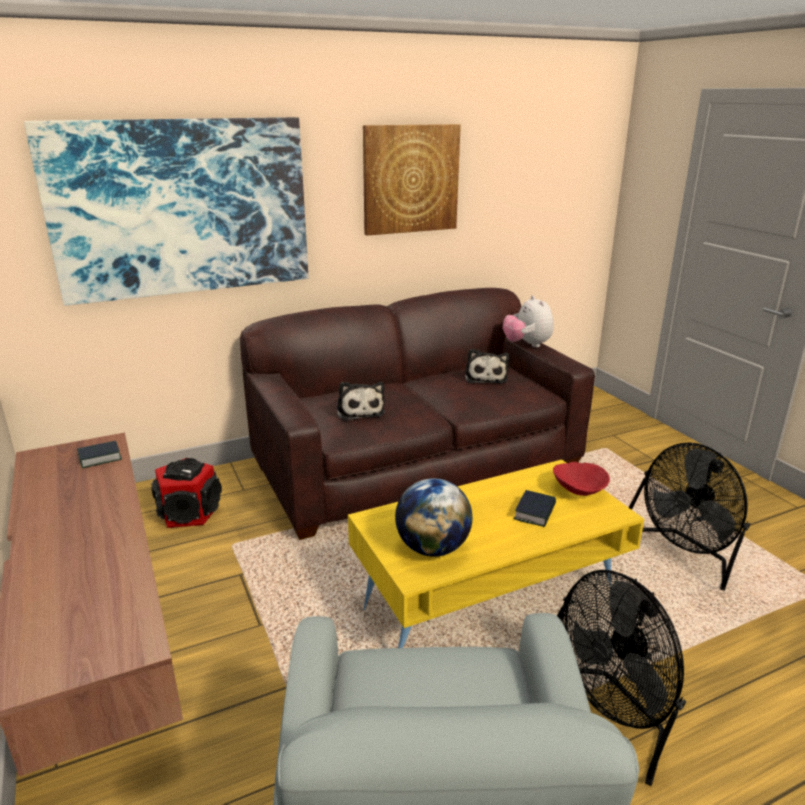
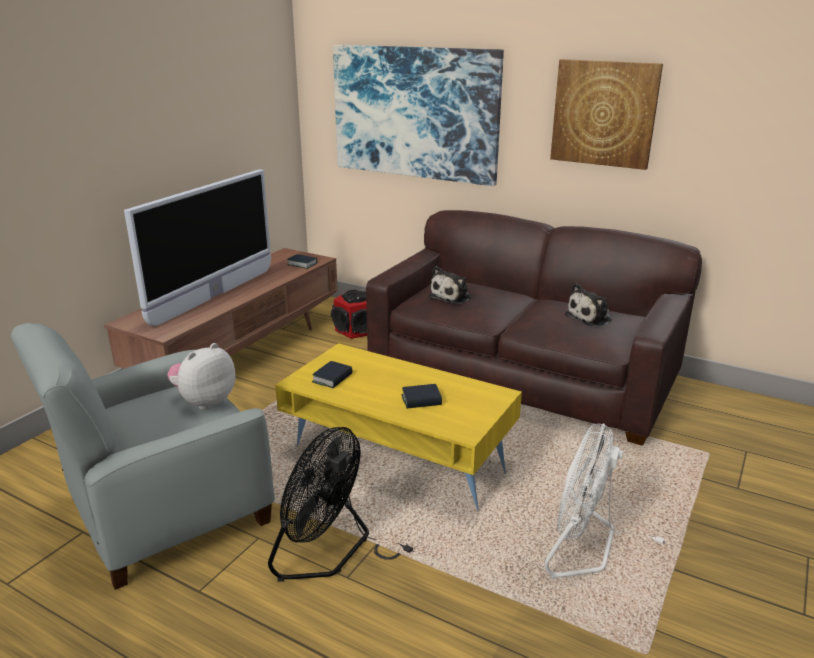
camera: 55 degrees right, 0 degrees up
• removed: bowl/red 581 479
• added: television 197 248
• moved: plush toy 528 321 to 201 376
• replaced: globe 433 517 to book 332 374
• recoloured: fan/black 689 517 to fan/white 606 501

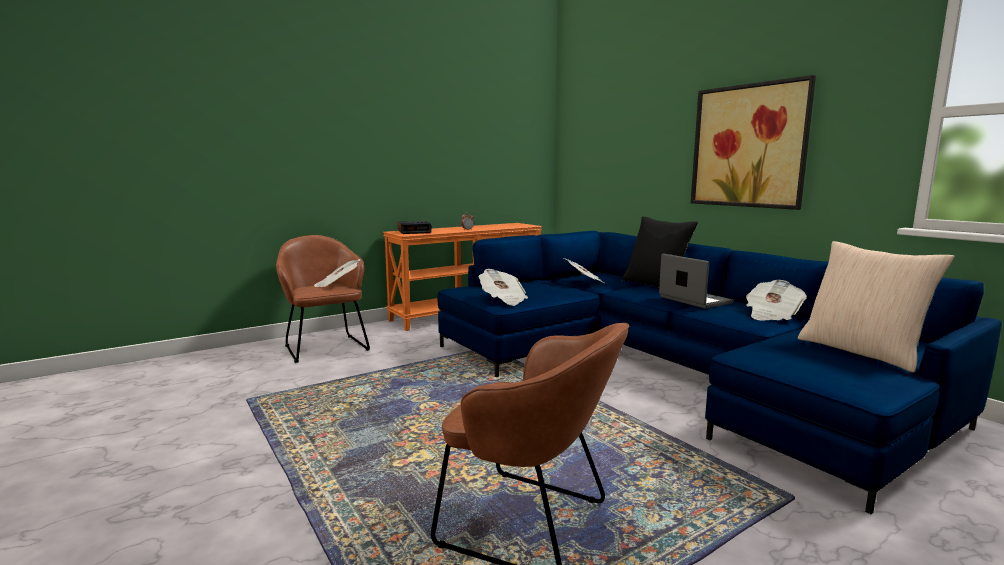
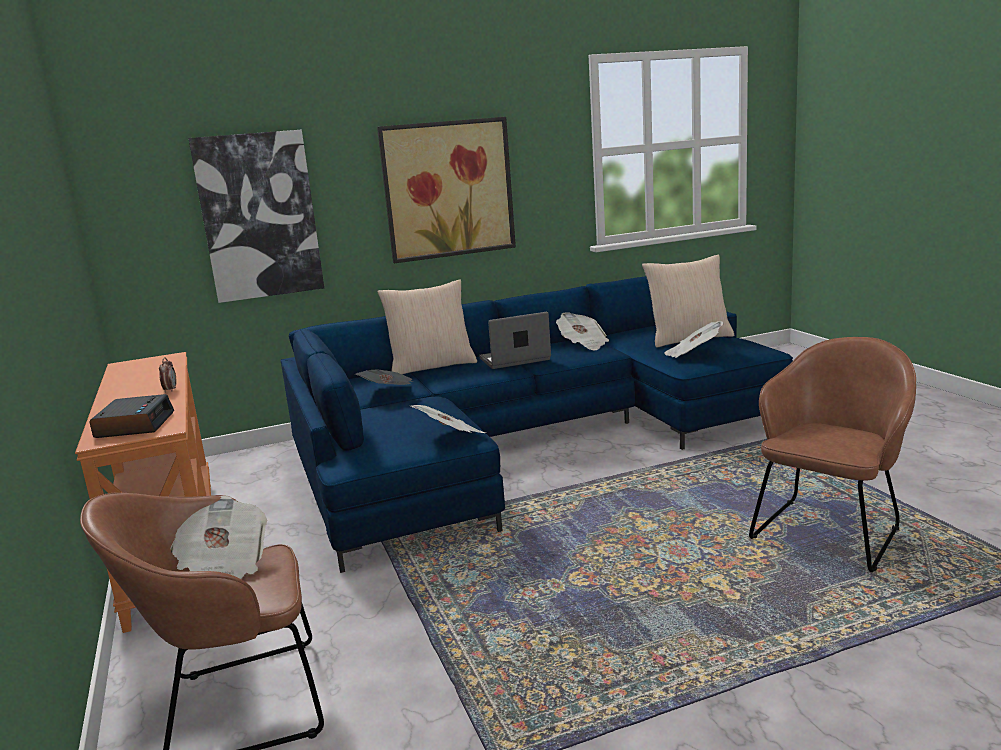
camera: 75 degrees left, 5 degrees up
• added: picture 256 216
• added: newspaper 694 339
• recoloured: pillow/black 660 251 to pillow/beige 427 327

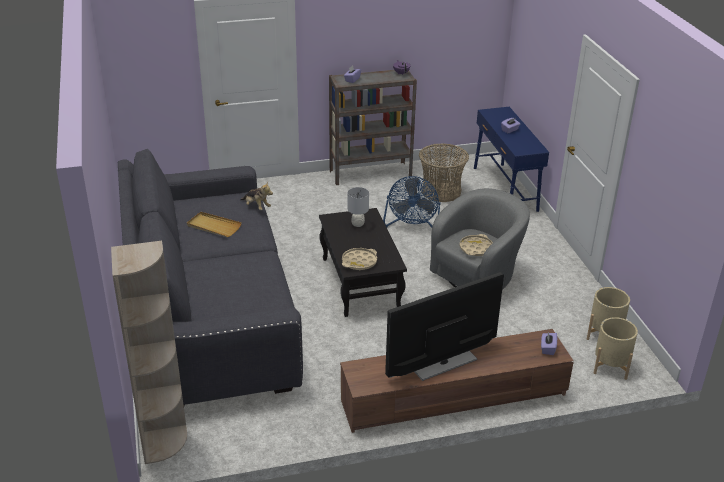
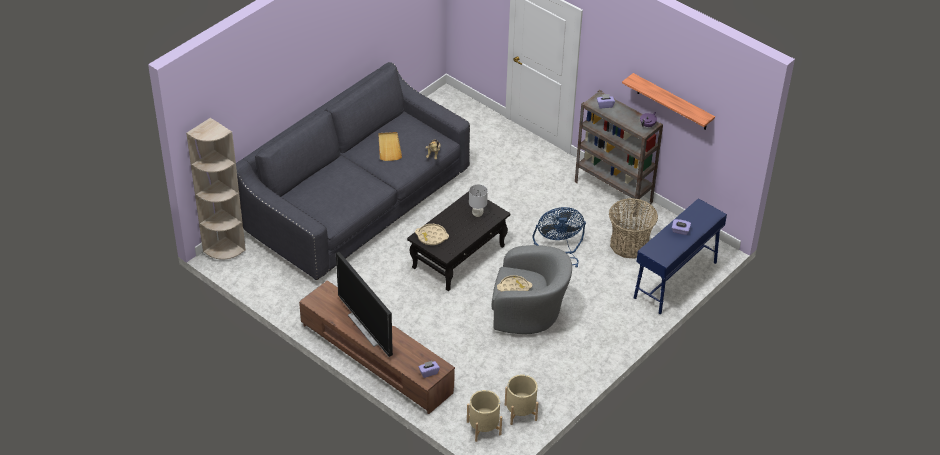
camera: 55 degrees right, 10 degrees up
• added: shelf 668 101
• turned: fan/blue 412 202 = 559 237 105 degrees clockwise
• turned: television 444 326 = 364 304 150 degrees counterclockwise

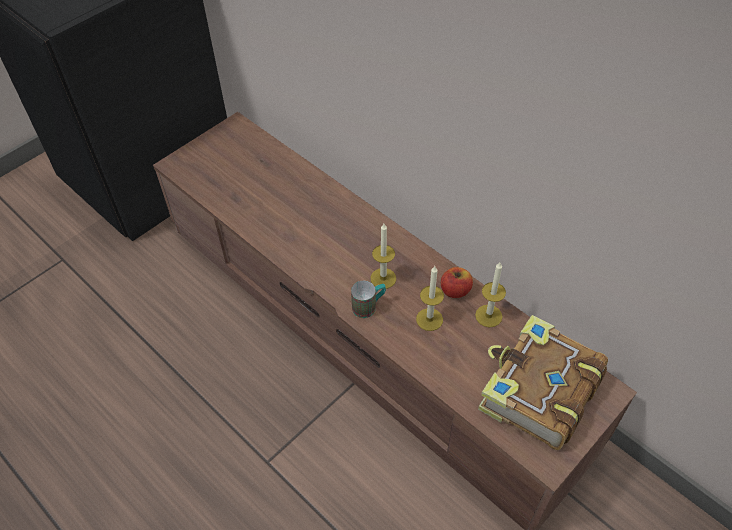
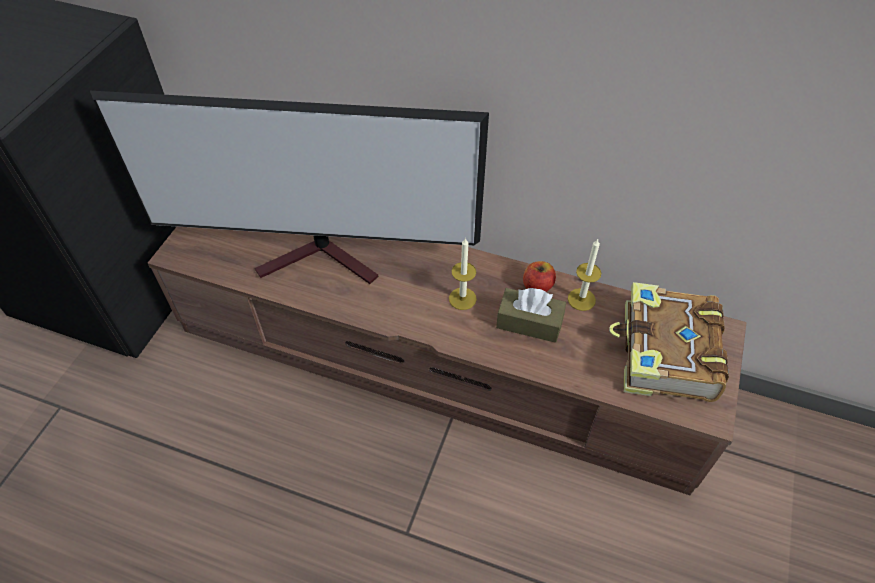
camera: 25 degrees left, 0 degrees up
• removed: mug 368 299
• added: television 289 187
• replaced: candle 430 298 to tissue box/brown 531 315

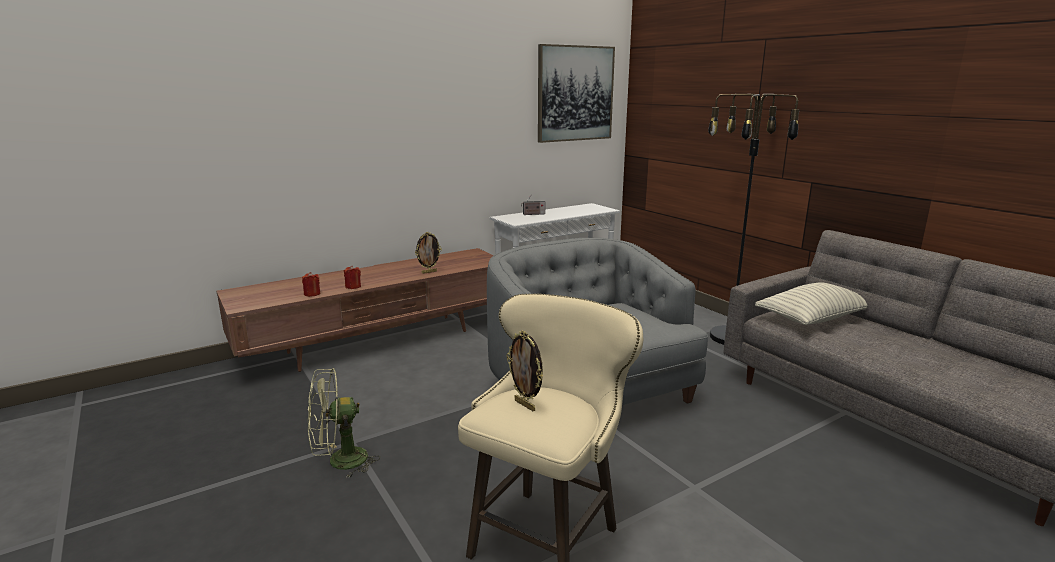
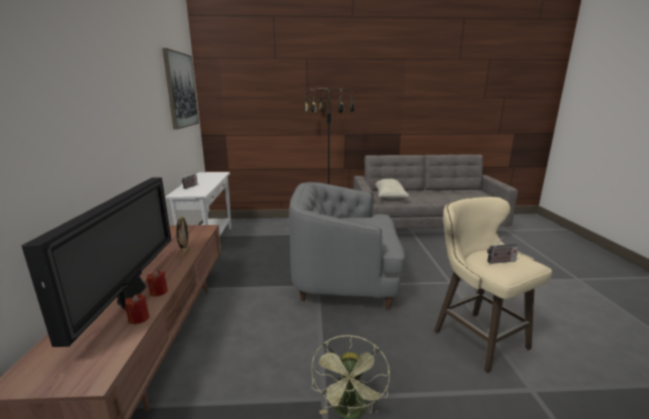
camera: 60 degrees left, 0 degrees up
• added: television 96 262
• replaced: picture frame 525 371 to radio 503 251

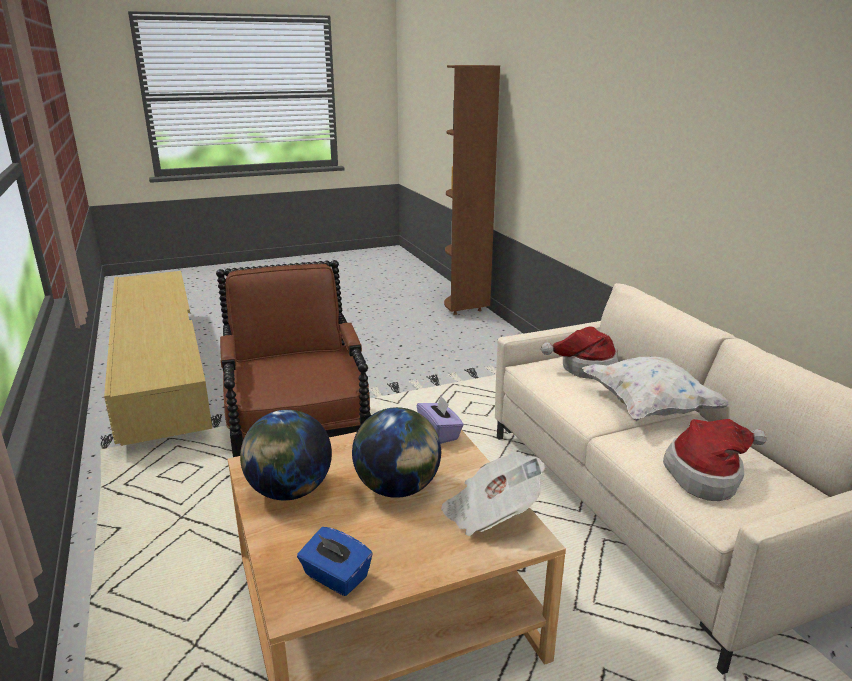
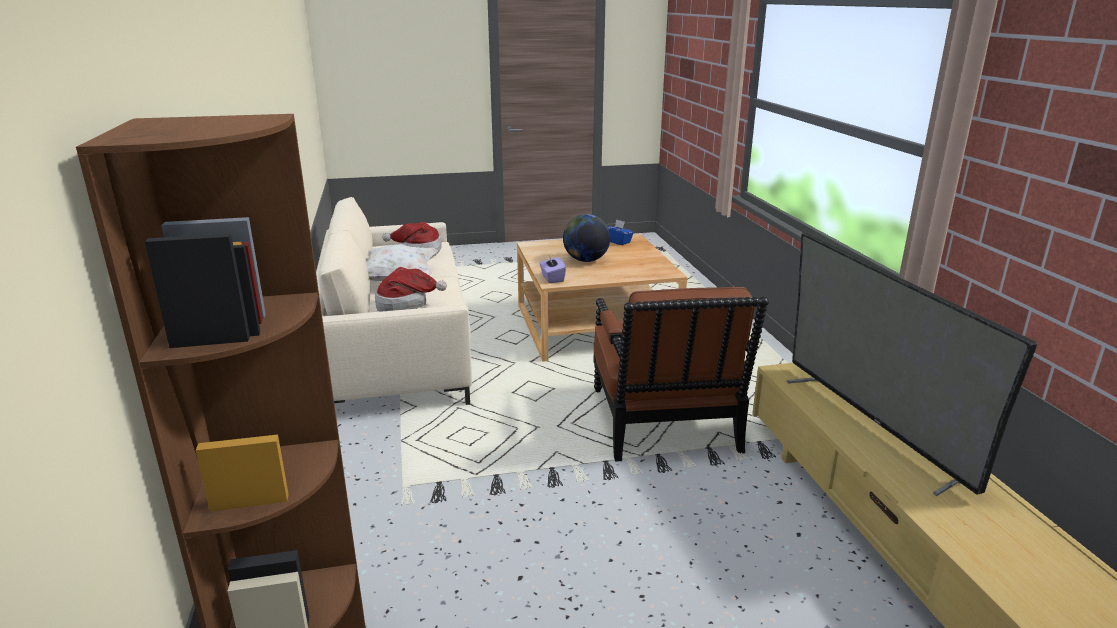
camera: 170 degrees left, 0 degrees up
• removed: globe 286 455
• removed: newspaper 493 494
• added: television 912 364

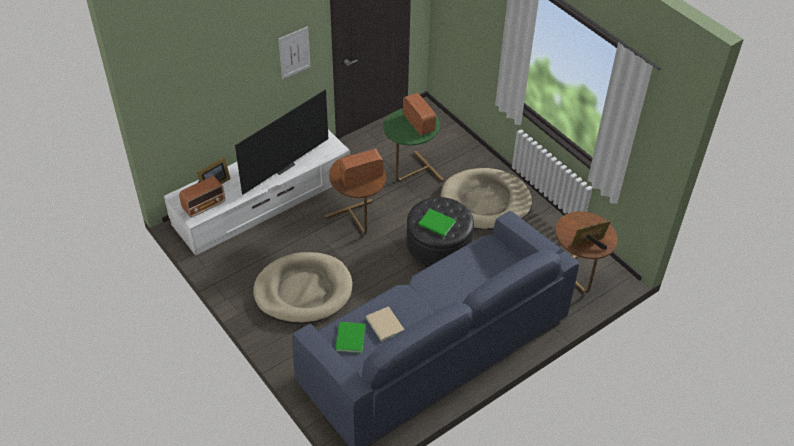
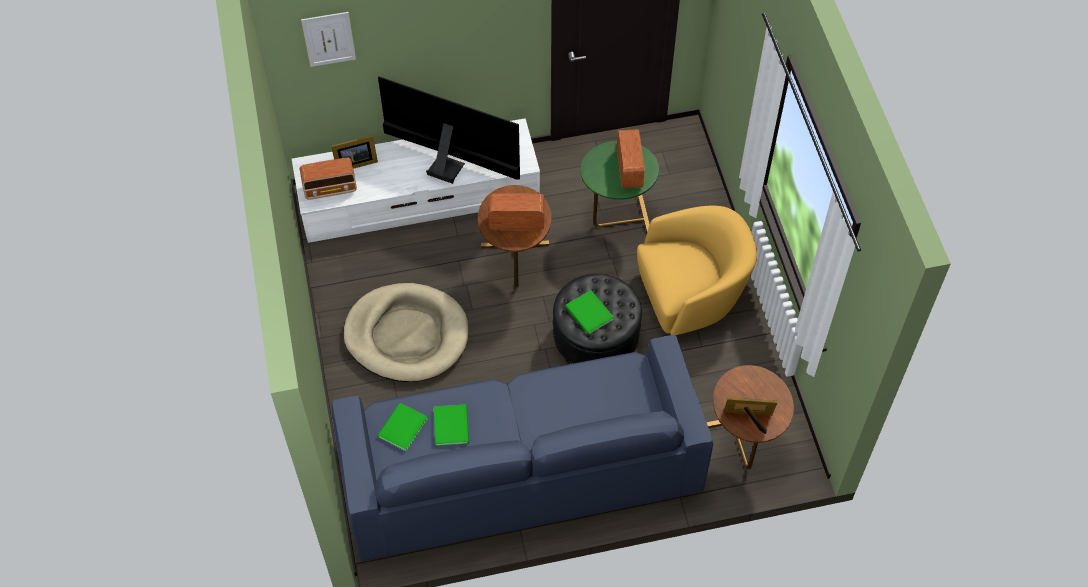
camera: 25 degrees right, 10 degrees up
• moved: picture 294 52 to 328 39
• replaced: dog bed/beige 486 199 to armchair/yellow 697 270
• recoloured: book/beige 385 324 to book/green 451 425
• turned: television 281 142 = 449 130 135 degrees counterclockwise

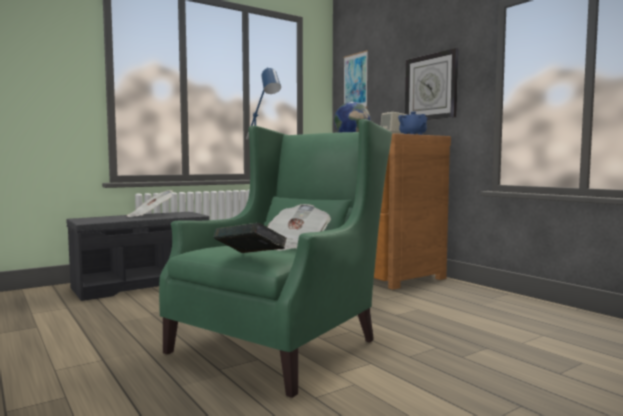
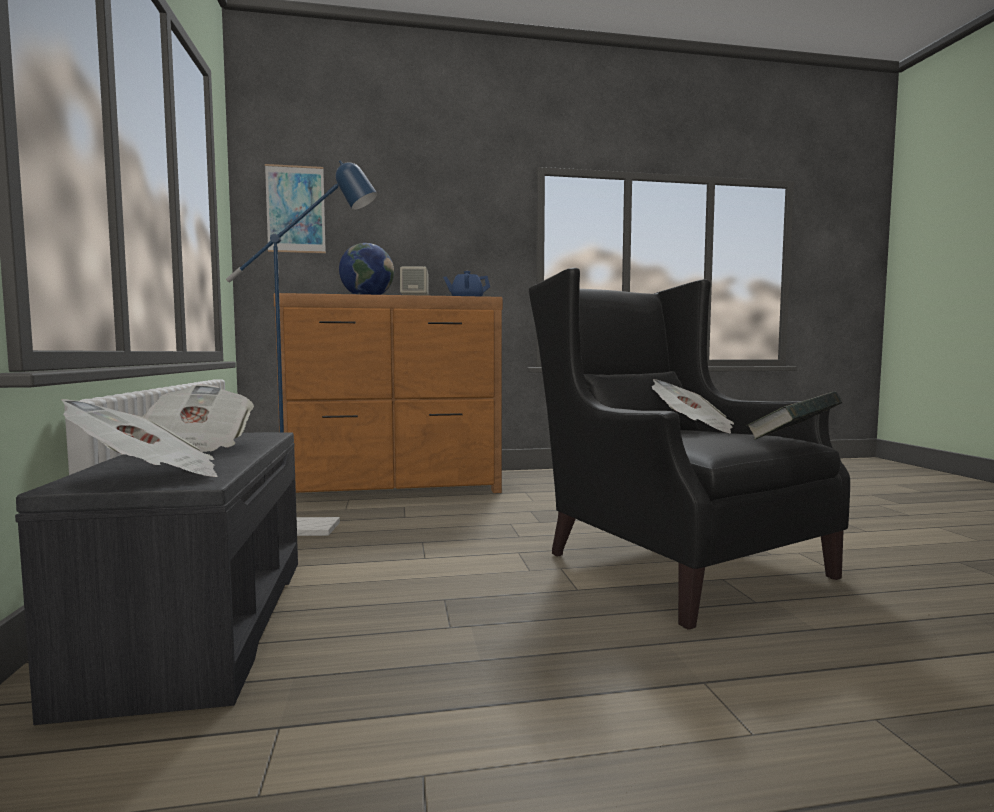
camera: 65 degrees left, 0 degrees up
• removed: wall clock 431 84
• added: newspaper 139 438
• recoloured: armchair/green 275 258 to armchair/black 689 449

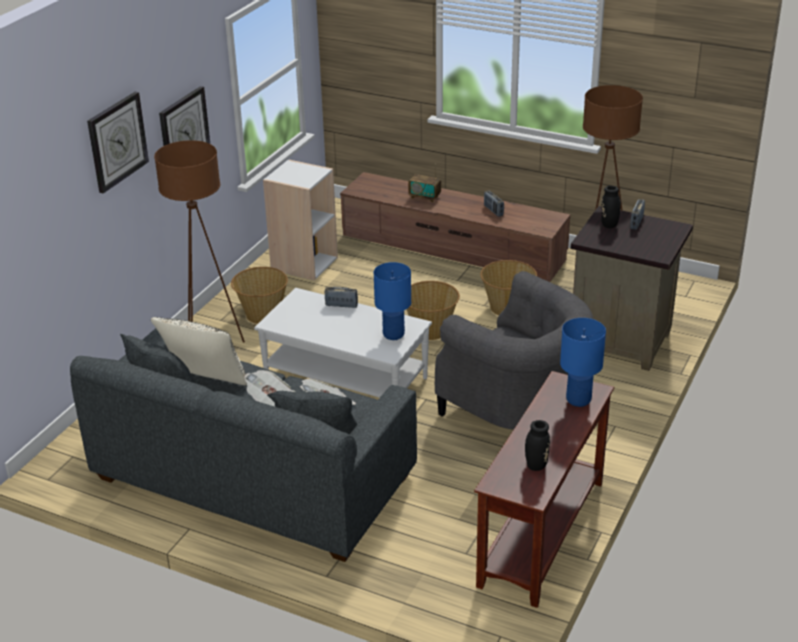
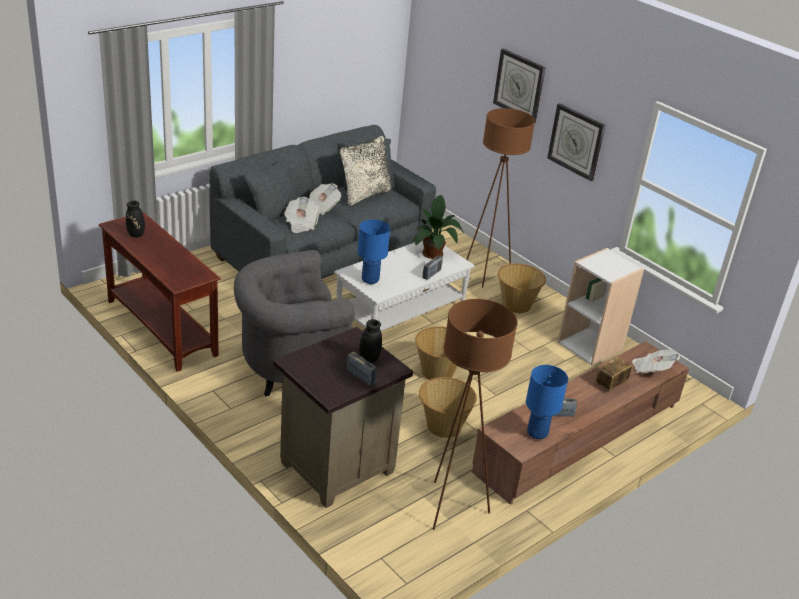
camera: 110 degrees right, 0 degrees up
• added: potted plant 438 227
• added: newspaper 656 361
• moved: table lamp/blue 583 362 to 547 402

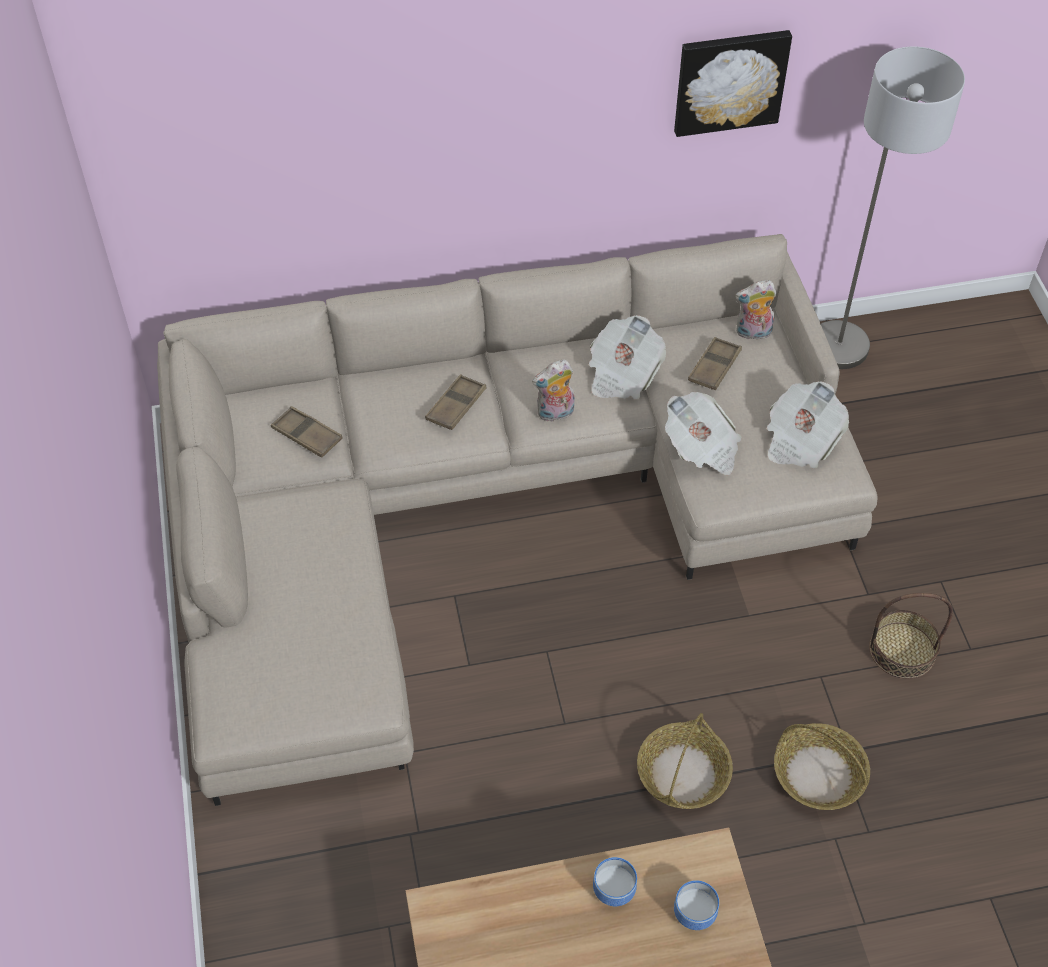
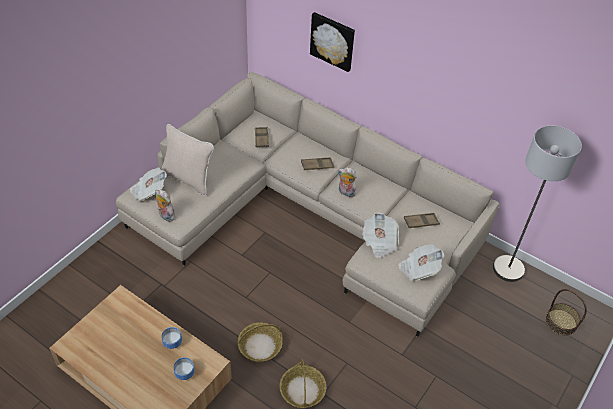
camera: 45 degrees right, 5 degrees down
• added: pillow/beige 187 160
• moved: newspaper 627 357 to 148 184
• moved: picture 733 83 to 332 42
• moved: plush toy 756 309 to 165 206
• moved: basket 911 636 to 566 312

